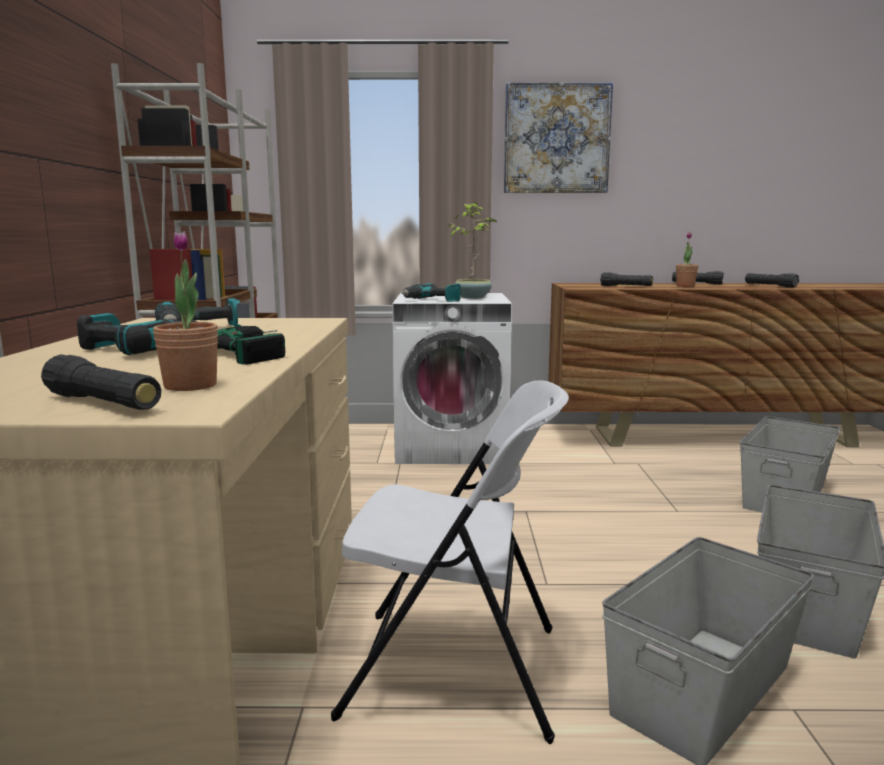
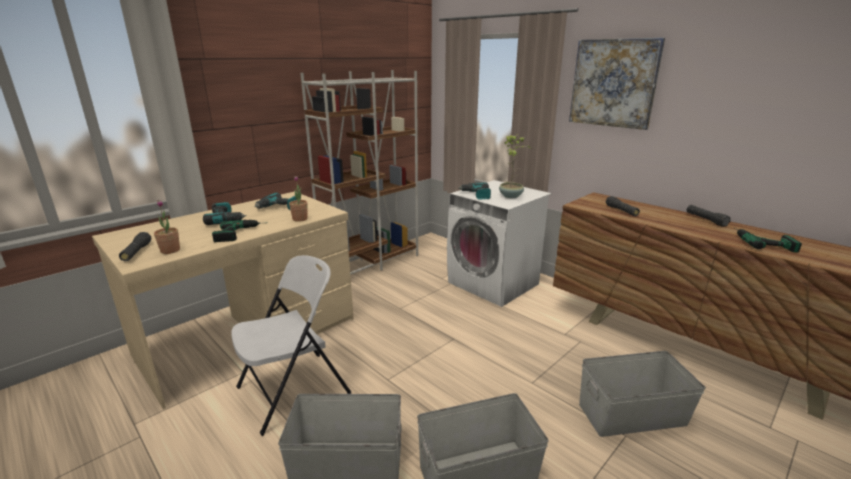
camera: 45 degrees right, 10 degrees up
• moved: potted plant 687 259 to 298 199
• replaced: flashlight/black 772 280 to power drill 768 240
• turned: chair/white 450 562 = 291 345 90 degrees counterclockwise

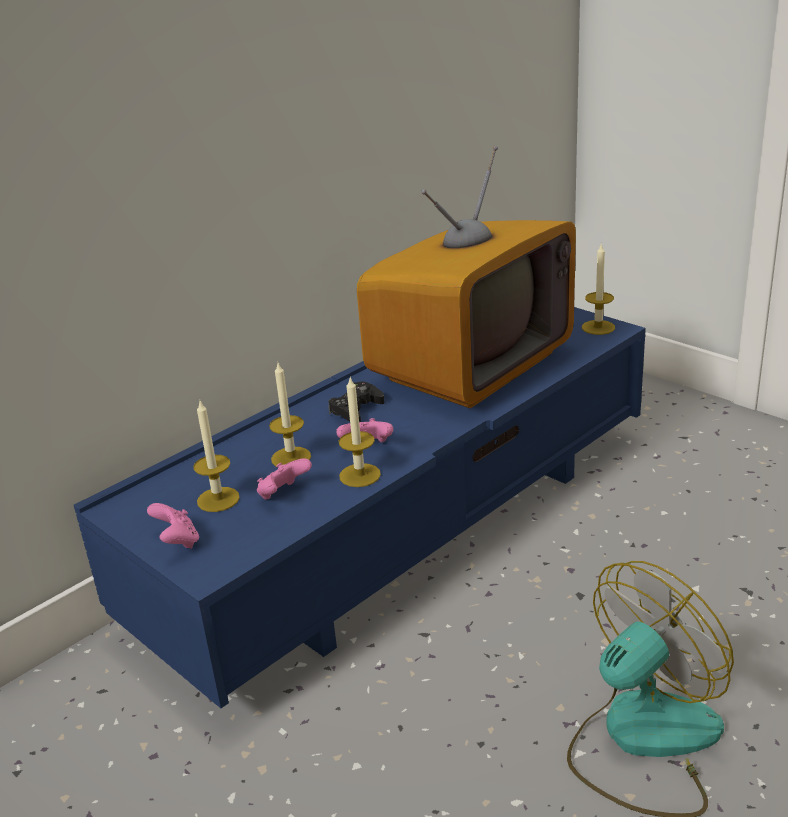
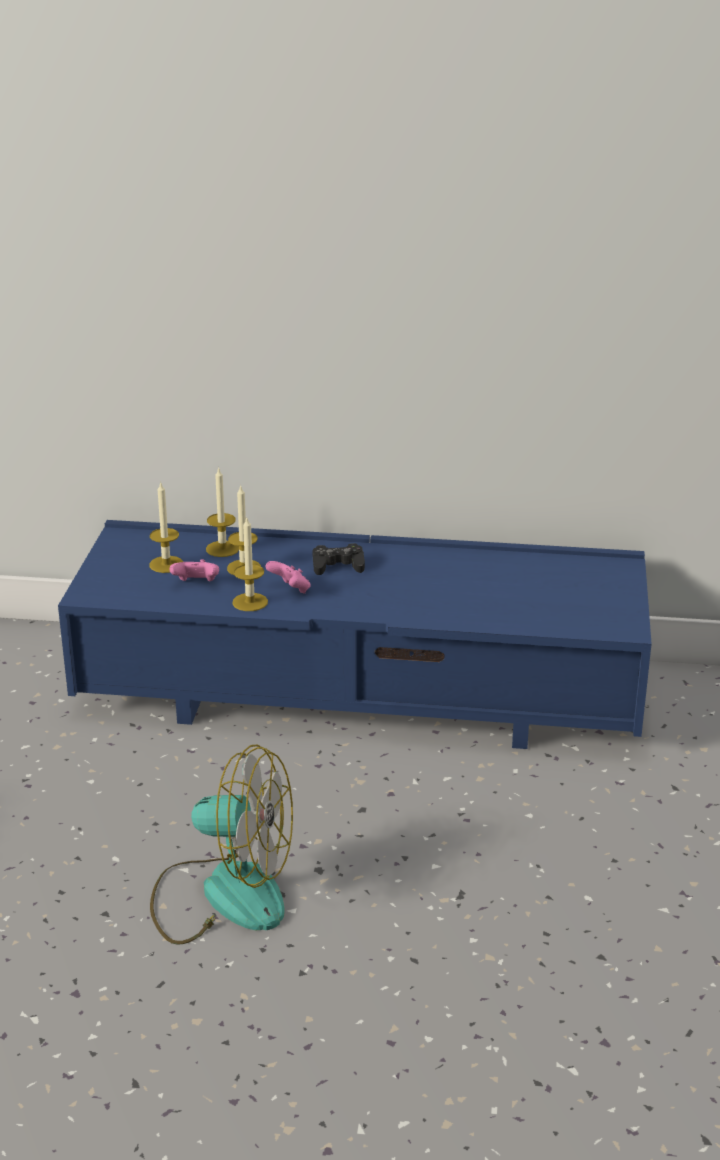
camera: 50 degrees right, 0 degrees up
• removed: game controller/pink 173 526
• removed: television 466 277
• moved: candle 598 289 to 222 512

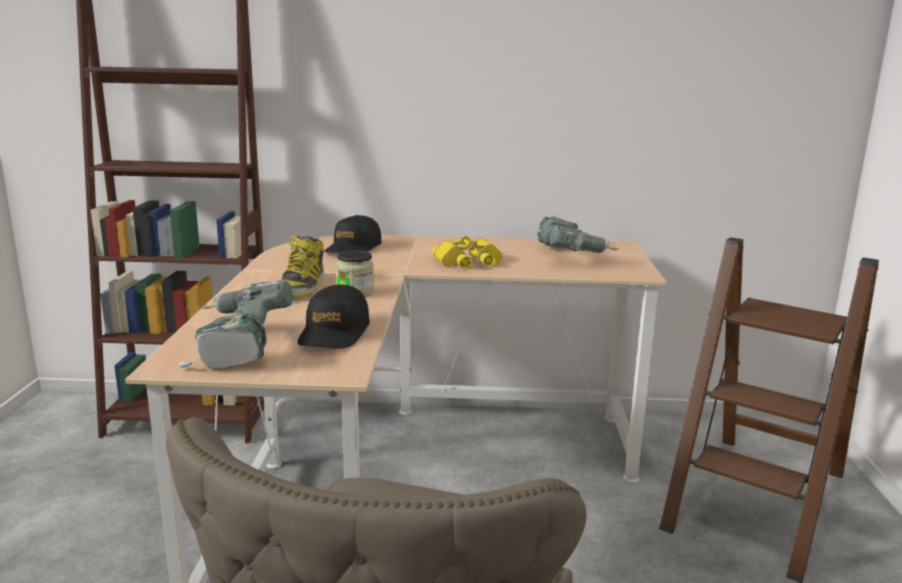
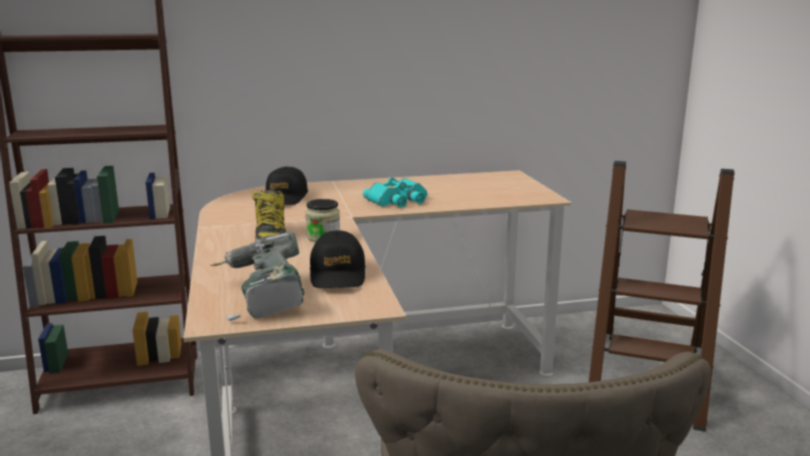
camera: 15 degrees left, 0 degrees up
• removed: power drill 578 234
• recoloured: binoculars/yellow 467 252 to binoculars/turquoise 395 193

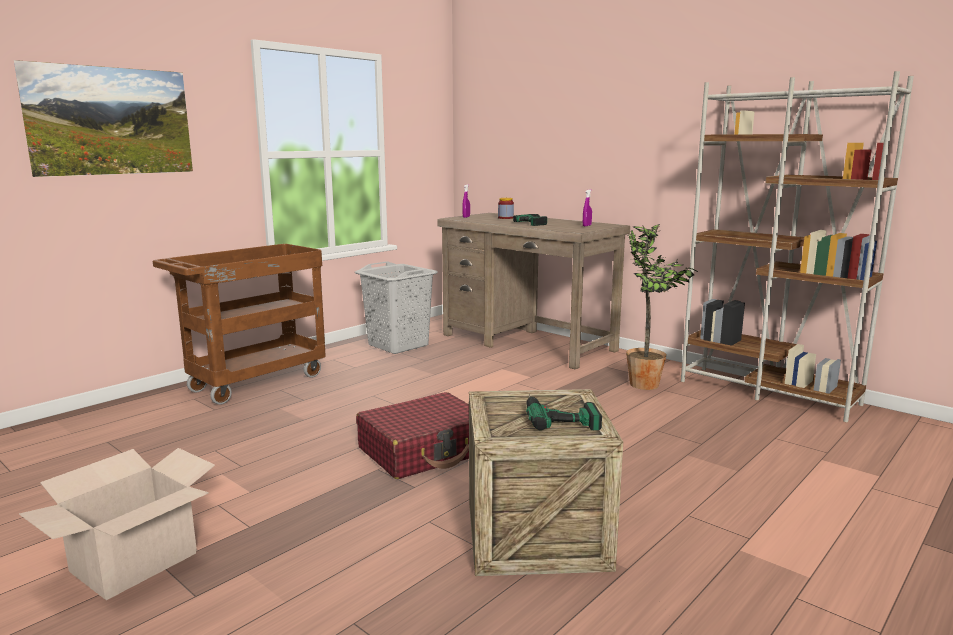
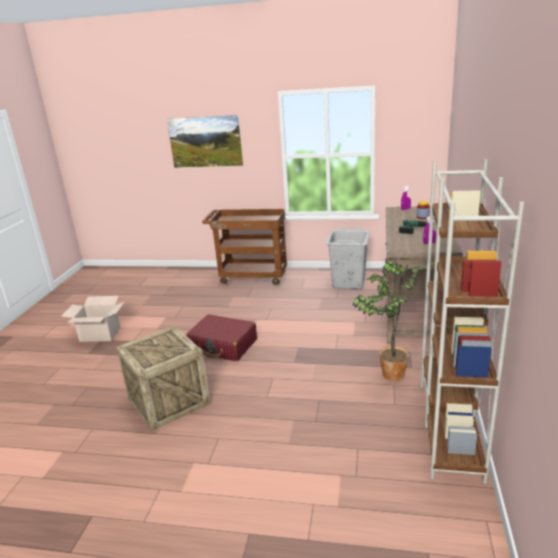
camera: 60 degrees right, 10 degrees up
• removed: power drill 564 412

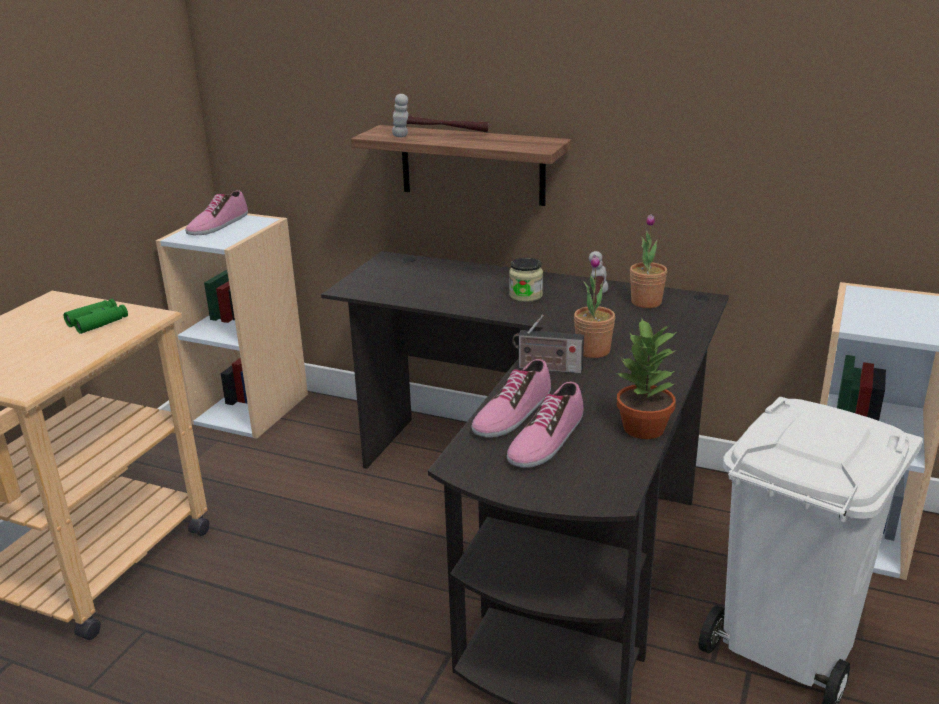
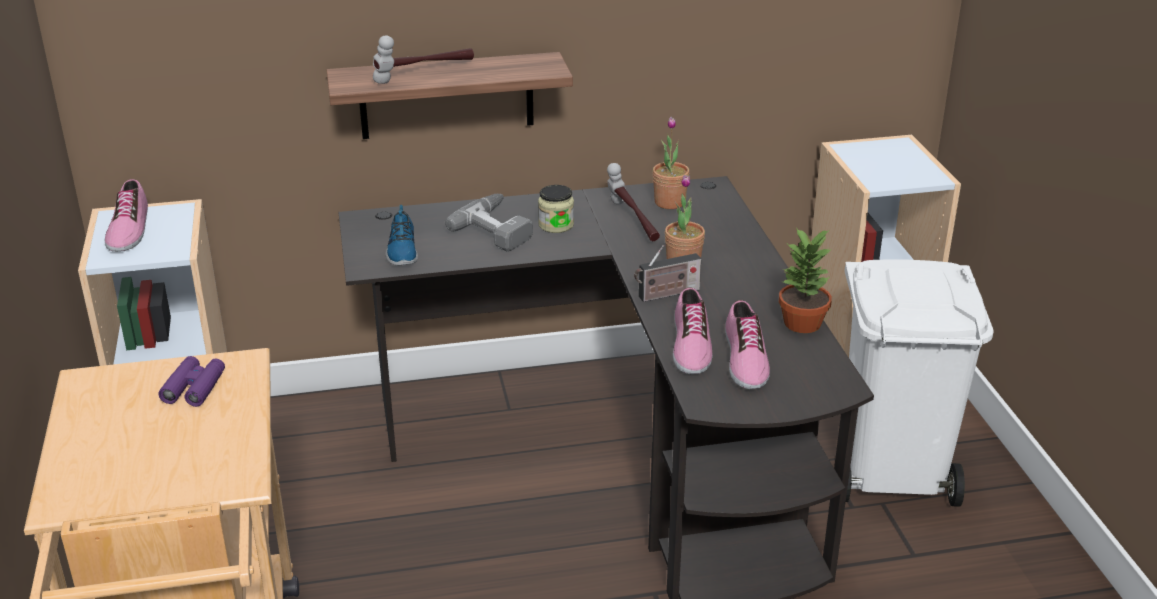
camera: 35 degrees left, 5 degrees up
• added: shoe 402 235
• added: power drill 489 223
• recoloured: binoculars/green 96 316 to binoculars/purple 191 381

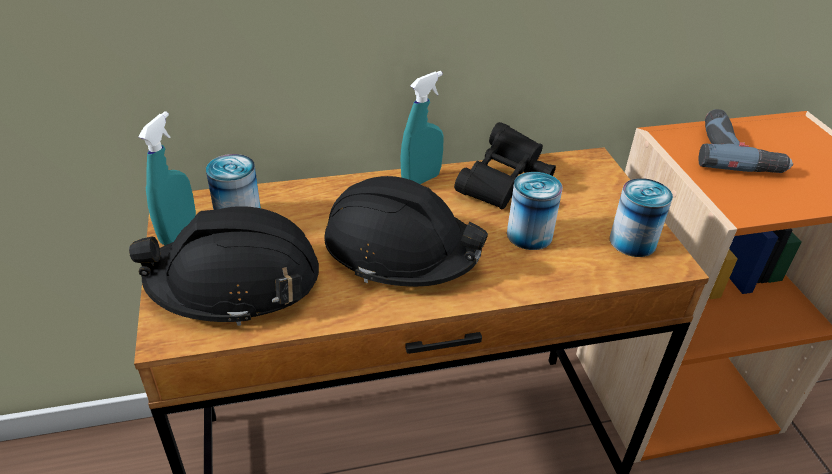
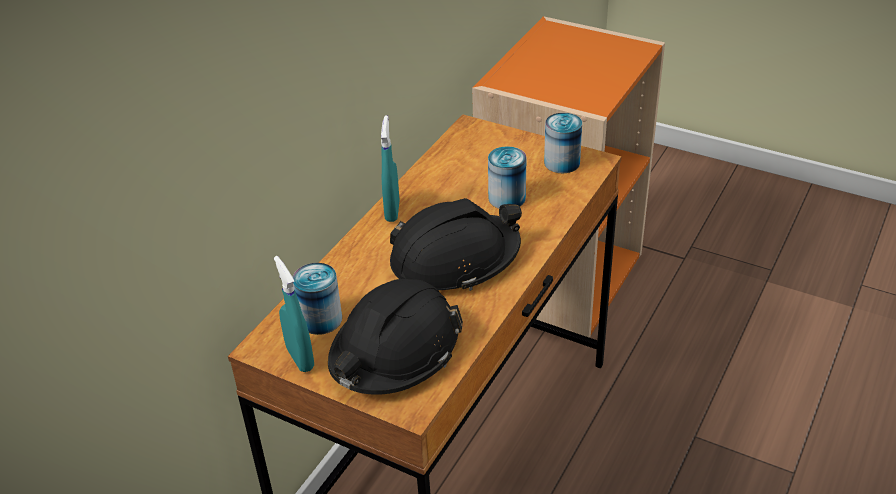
camera: 45 degrees left, 0 degrees up
• removed: binoculars/black 505 165
• removed: power drill 745 141

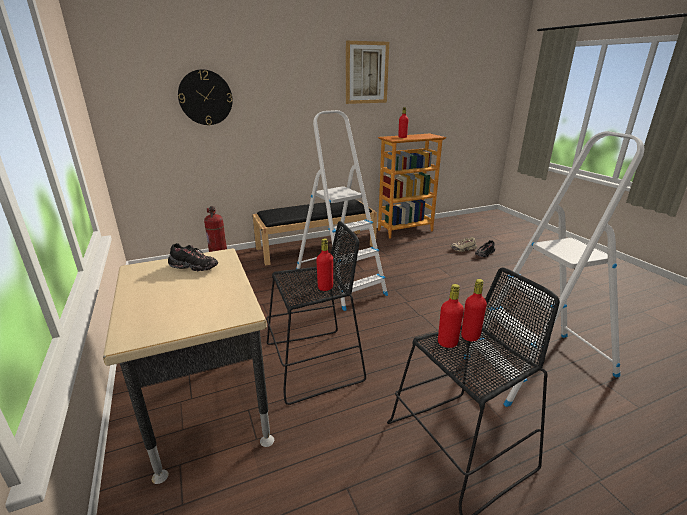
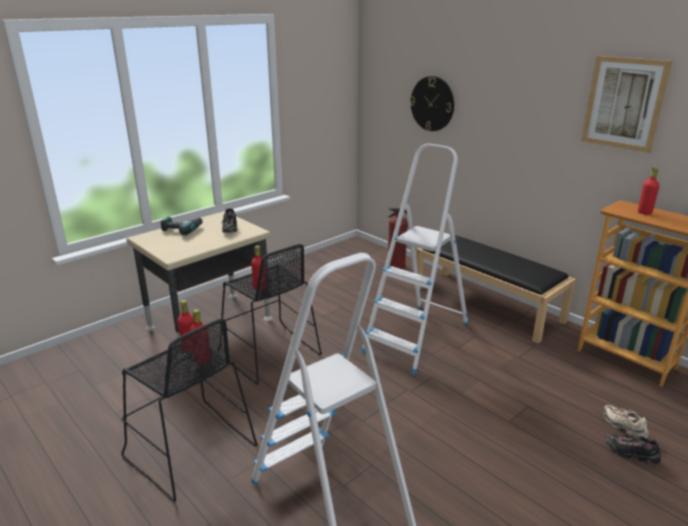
camera: 70 degrees right, 0 degrees up
• added: power drill 182 225

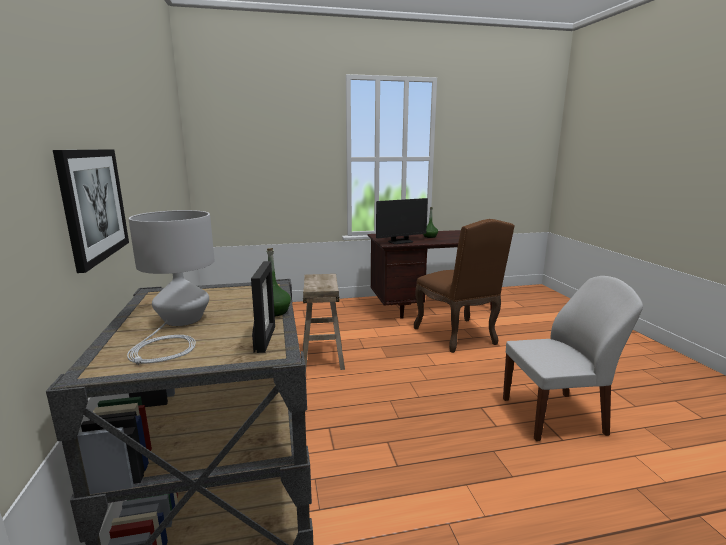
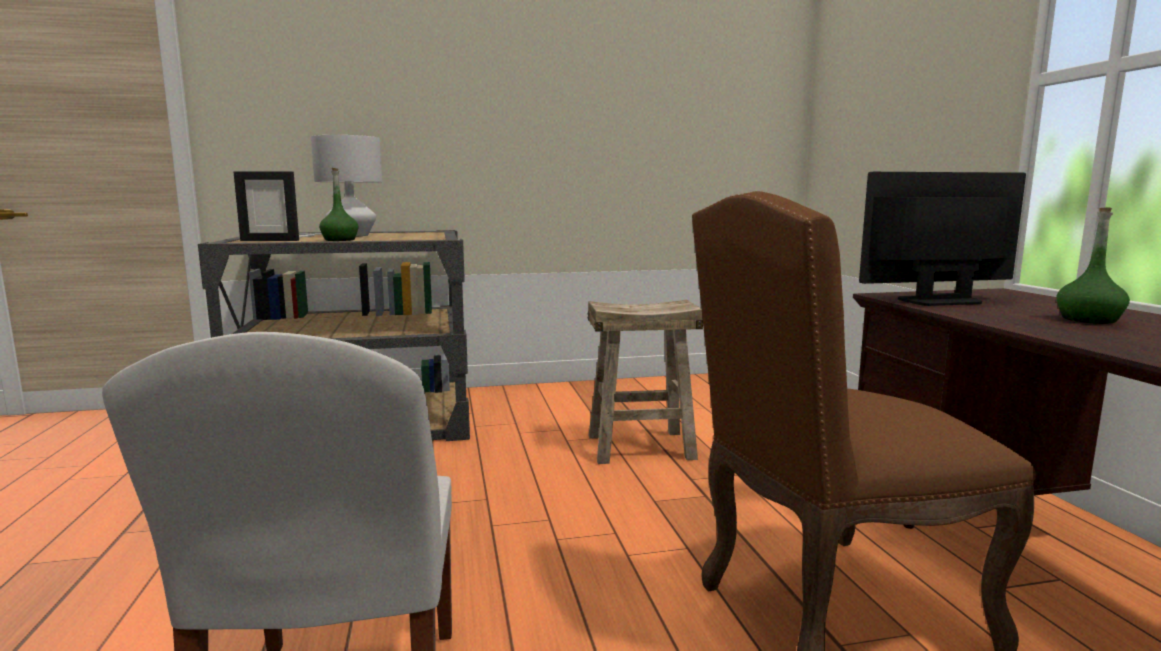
camera: 90 degrees right, 5 degrees down
• removed: picture 91 211
• turned: monitor 402 221 = 942 239 105 degrees clockwise

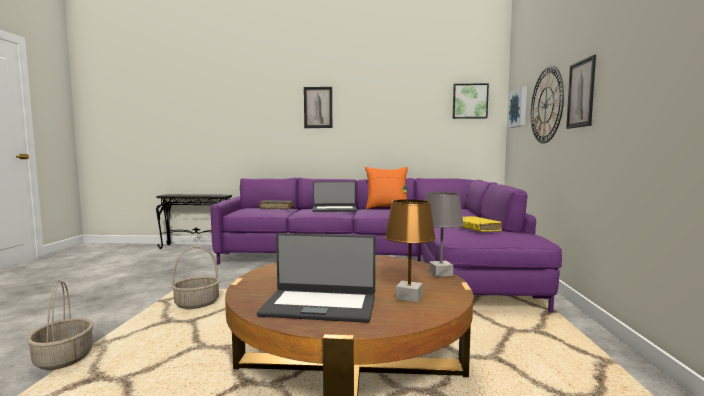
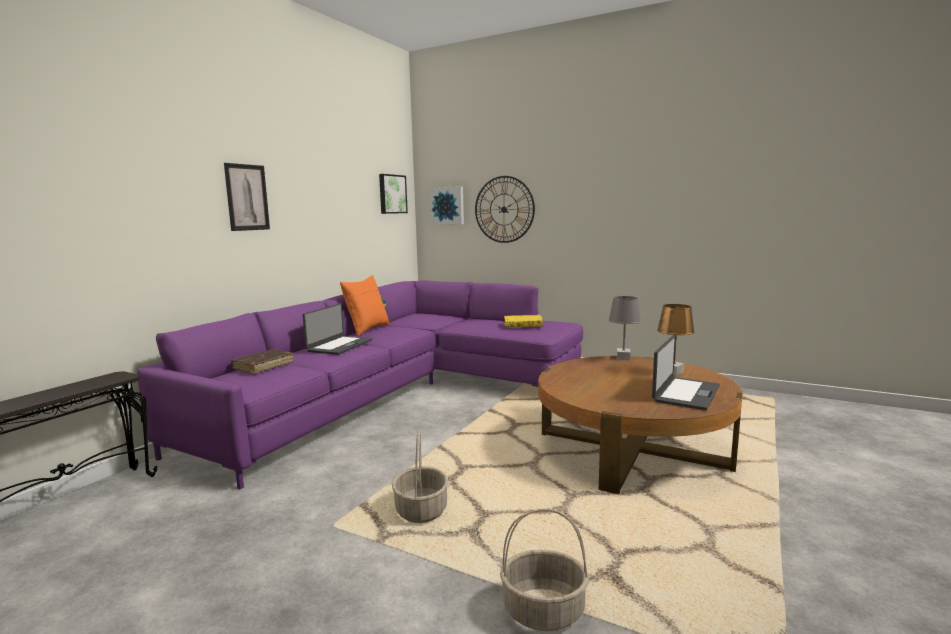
camera: 65 degrees left, 5 degrees up
• removed: picture 581 92

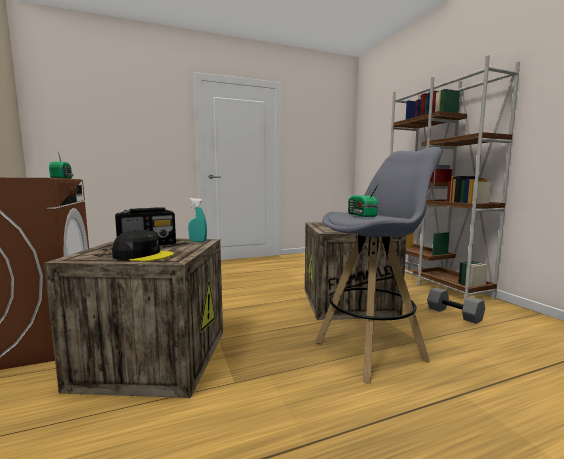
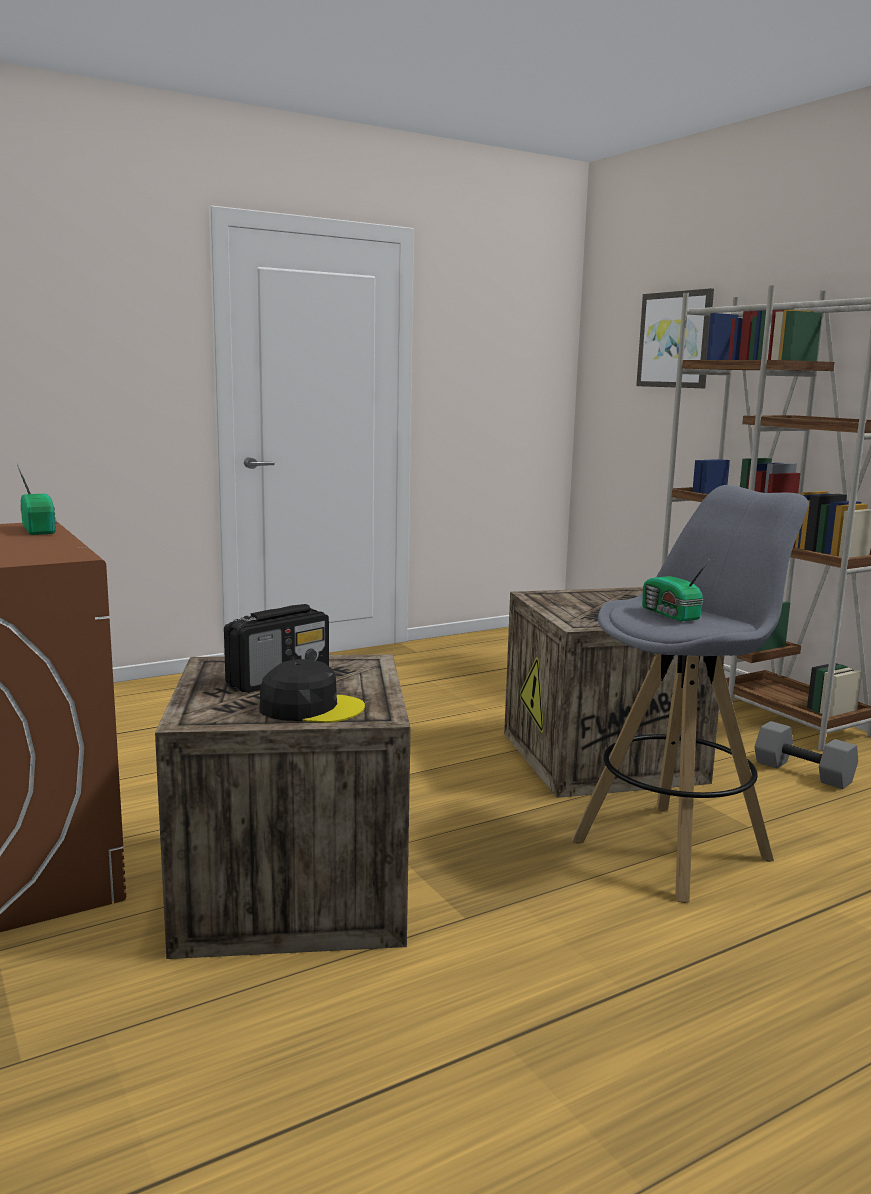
camera: 10 degrees left, 5 degrees up
• removed: spray bottle/turquoise 197 220
• added: picture 675 338

